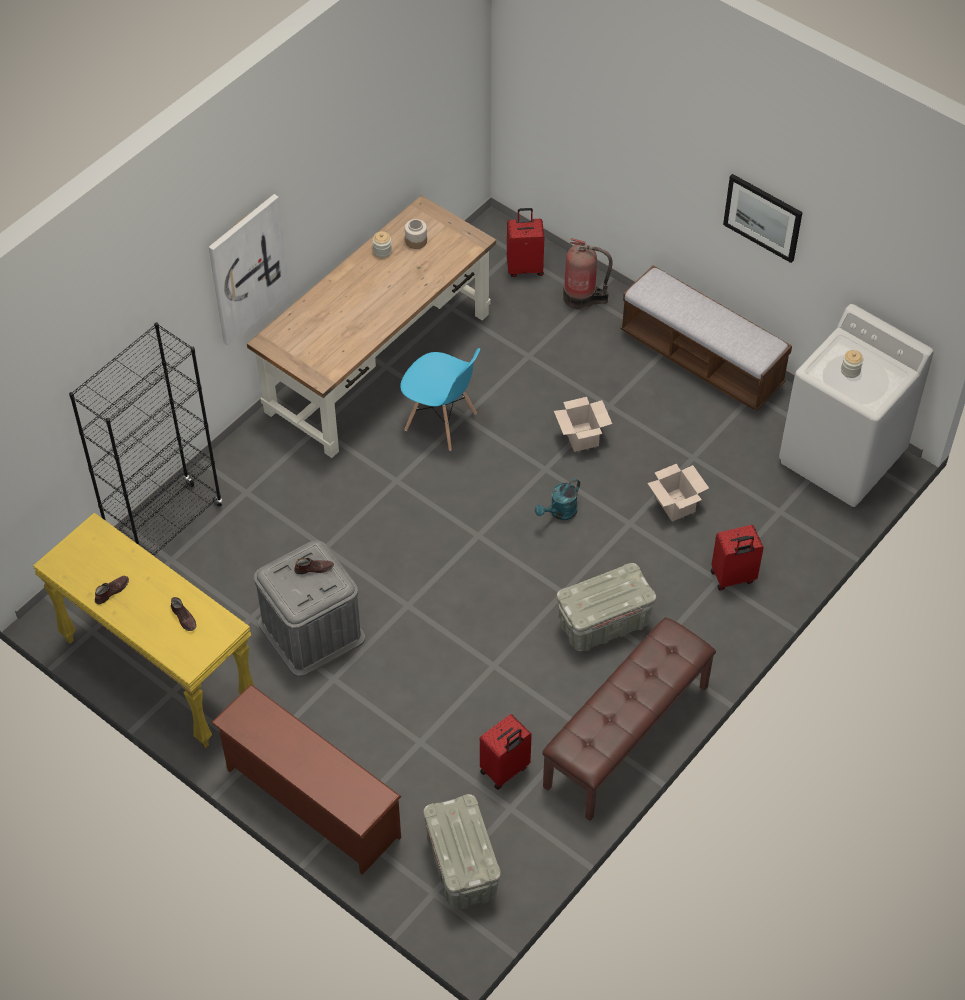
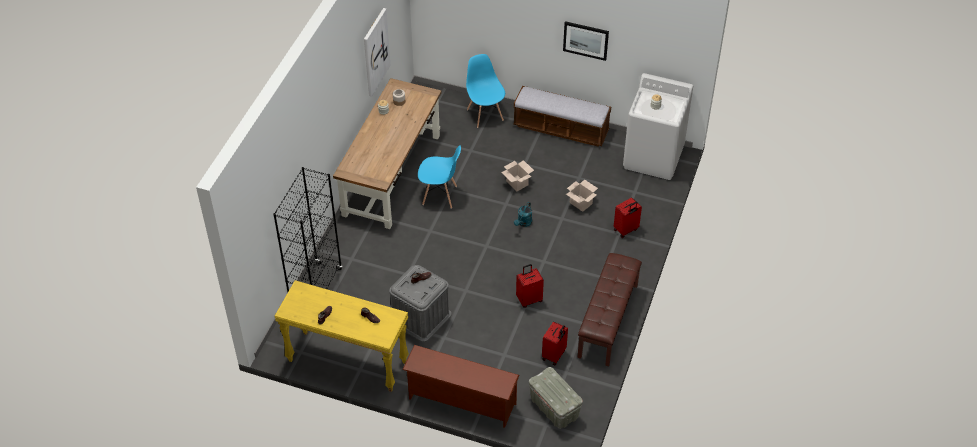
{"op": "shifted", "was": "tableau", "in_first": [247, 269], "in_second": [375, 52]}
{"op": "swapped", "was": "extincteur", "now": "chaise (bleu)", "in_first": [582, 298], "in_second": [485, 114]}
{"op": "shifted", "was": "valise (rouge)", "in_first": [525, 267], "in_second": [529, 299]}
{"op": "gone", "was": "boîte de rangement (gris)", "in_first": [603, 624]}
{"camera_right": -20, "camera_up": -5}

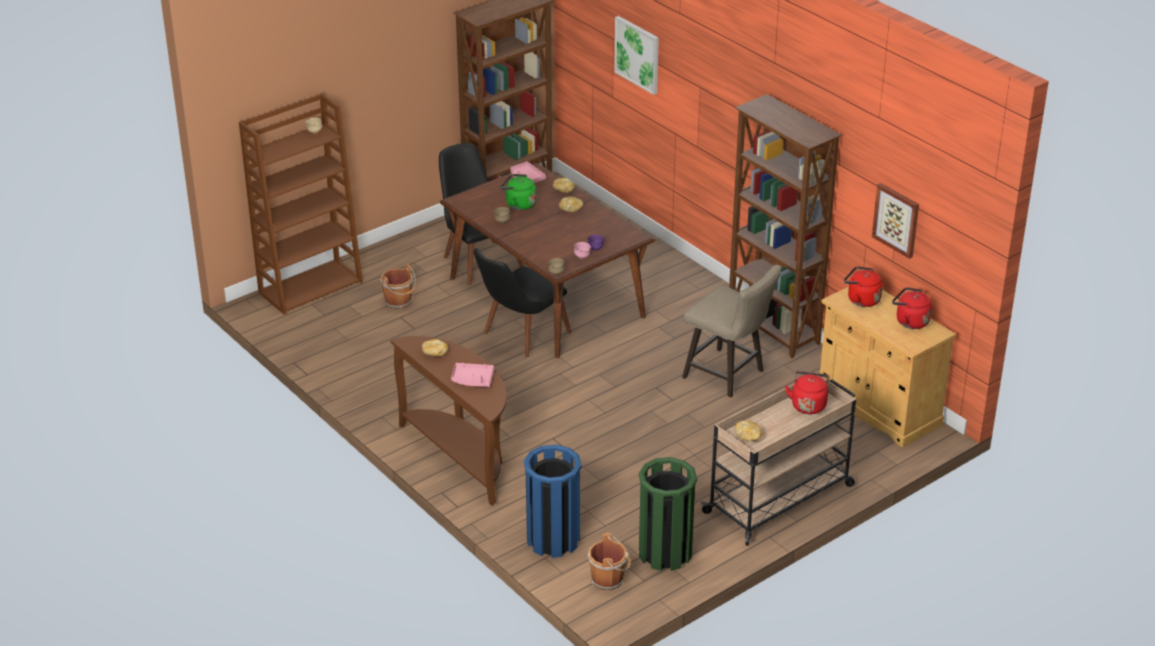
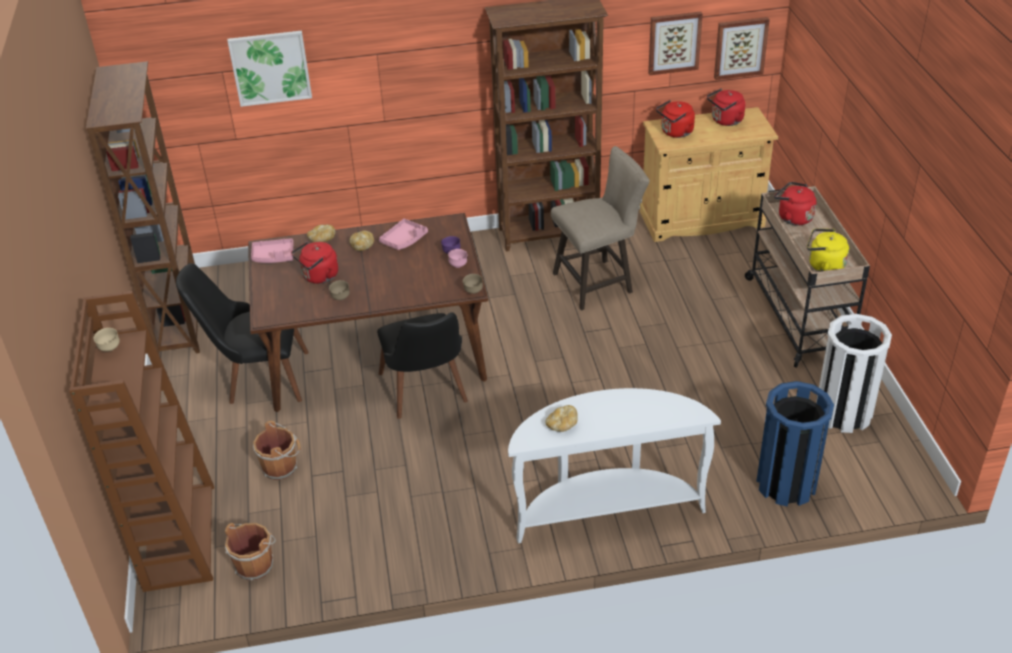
{"op": "shifted", "was": "seau (marron)", "in_first": [609, 579], "in_second": [255, 564]}
{"op": "repainted", "was": "bouilloire (vert)", "now": "bouilloire (rouge)", "in_first": [518, 204], "in_second": [318, 277]}
{"op": "shifted", "was": "plateau (rose)", "in_first": [473, 380], "in_second": [404, 240]}
{"op": "repainted", "was": "table console (marron)", "now": "table console (blanc)", "in_first": [461, 456], "in_second": [606, 508]}
{"op": "new", "now": "tableau", "in_second": [740, 47]}
{"op": "swapped", "was": "pain", "now": "bouilloire (jaune)", "in_first": [748, 436], "in_second": [823, 265]}
{"op": "repainted", "was": "poubelle (vert)", "now": "poubelle (blanc)", "in_first": [665, 553], "in_second": [843, 413]}
{"camera_right": -60, "camera_up": 5}

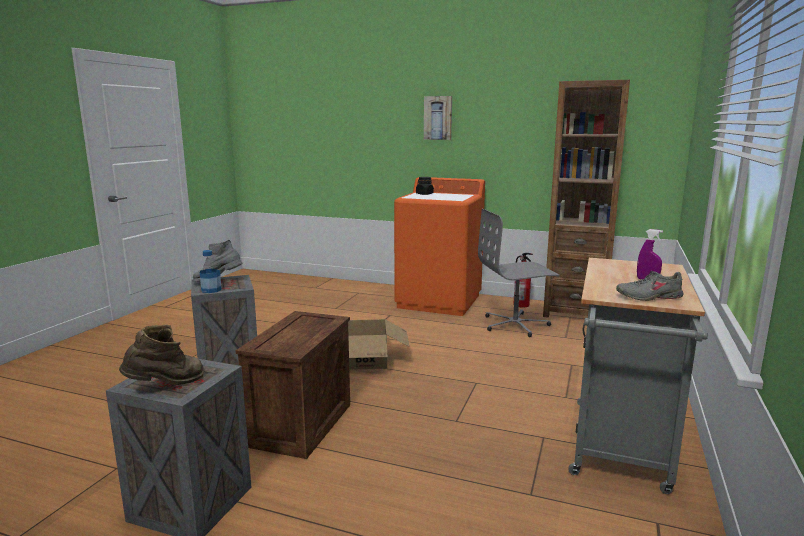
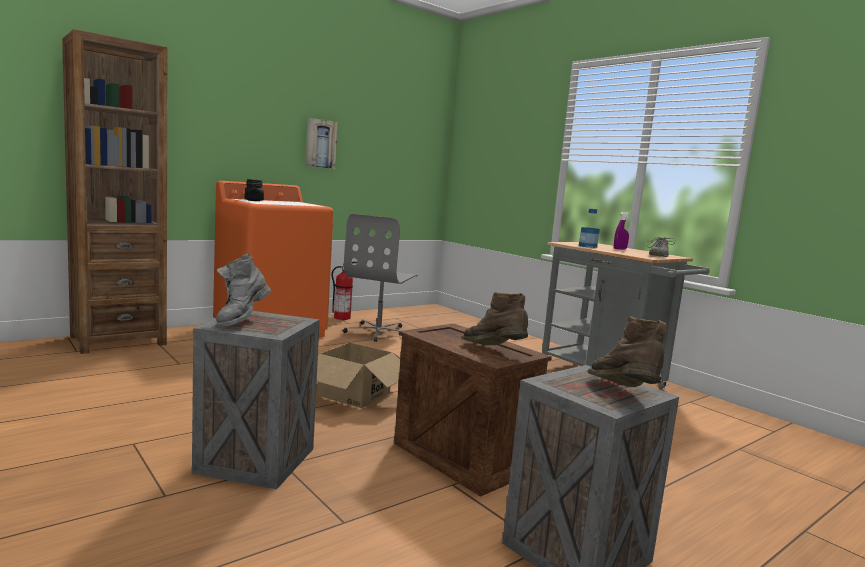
{"op": "shifted", "was": "bibliothèque (marron)", "in_first": [575, 312], "in_second": [118, 340]}
{"op": "shifted", "was": "tableau", "in_first": [438, 118], "in_second": [320, 143]}
{"op": "new", "now": "botte (marron)", "in_second": [494, 351]}
{"op": "shifted", "was": "bouteille", "in_first": [211, 290], "in_second": [587, 246]}
{"camera_right": -60, "camera_up": -5}

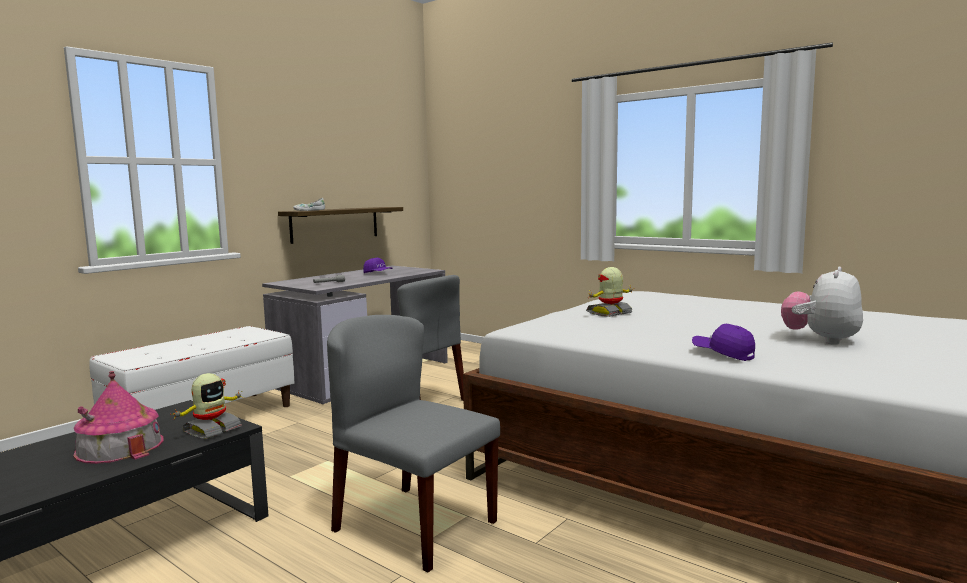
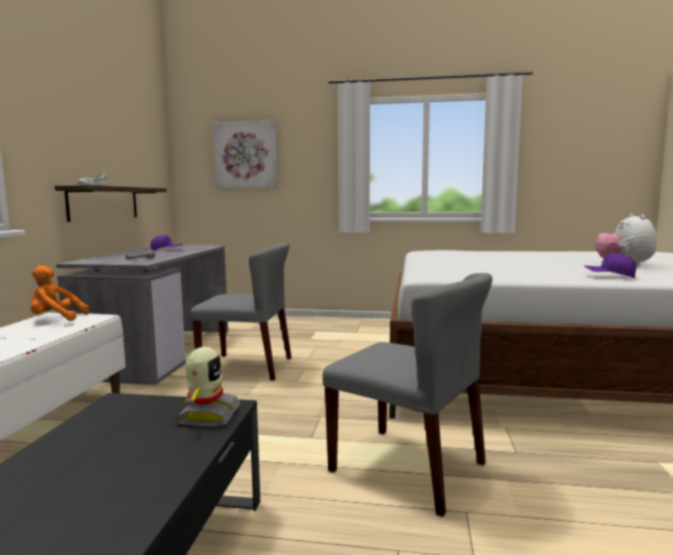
{"op": "new", "now": "peluche (orange)", "in_second": [55, 319]}
{"op": "new", "now": "tableau", "in_second": [246, 155]}
{"op": "rotated", "was": "chaise (gris)", "in_first": [413, 525], "in_second": [409, 467], "clockwise": -150}
{"op": "gone", "was": "maison miniature", "in_first": [120, 446]}
{"op": "gone", "was": "robot jouet", "in_first": [610, 313]}
{"camera_right": -30, "camera_up": 0}

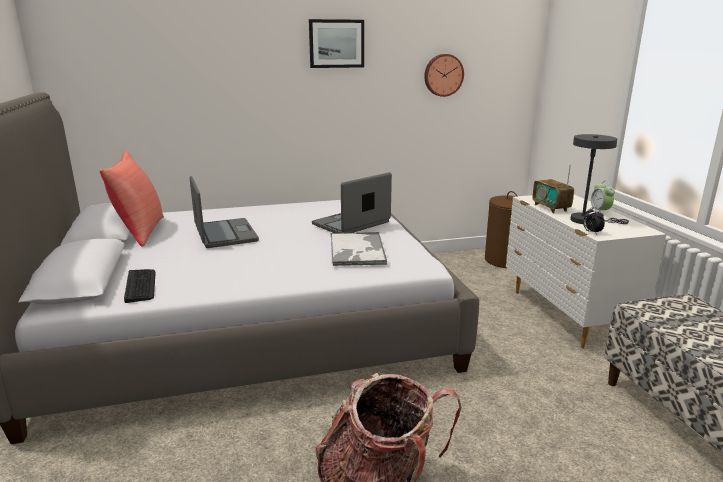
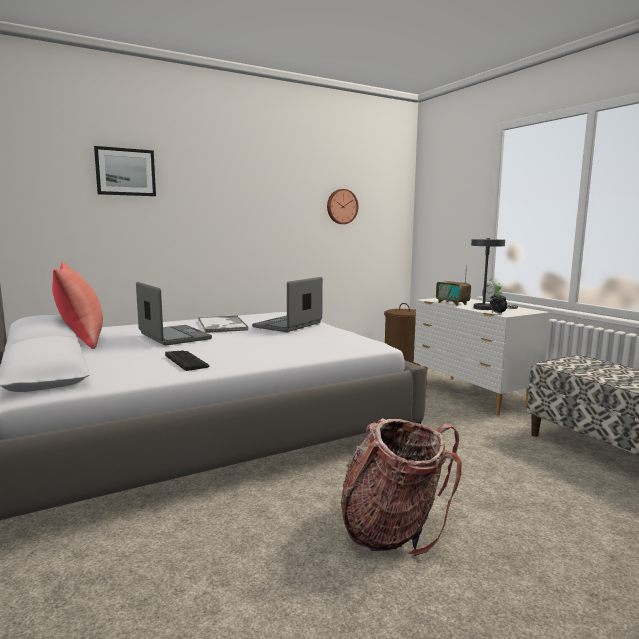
{"op": "shifted", "was": "tableau", "in_first": [336, 43], "in_second": [125, 172]}
{"op": "shifted", "was": "clavier", "in_first": [141, 285], "in_second": [186, 361]}
{"op": "shifted", "was": "plateau", "in_first": [357, 250], "in_second": [222, 325]}
{"camera_right": -15, "camera_up": -10}

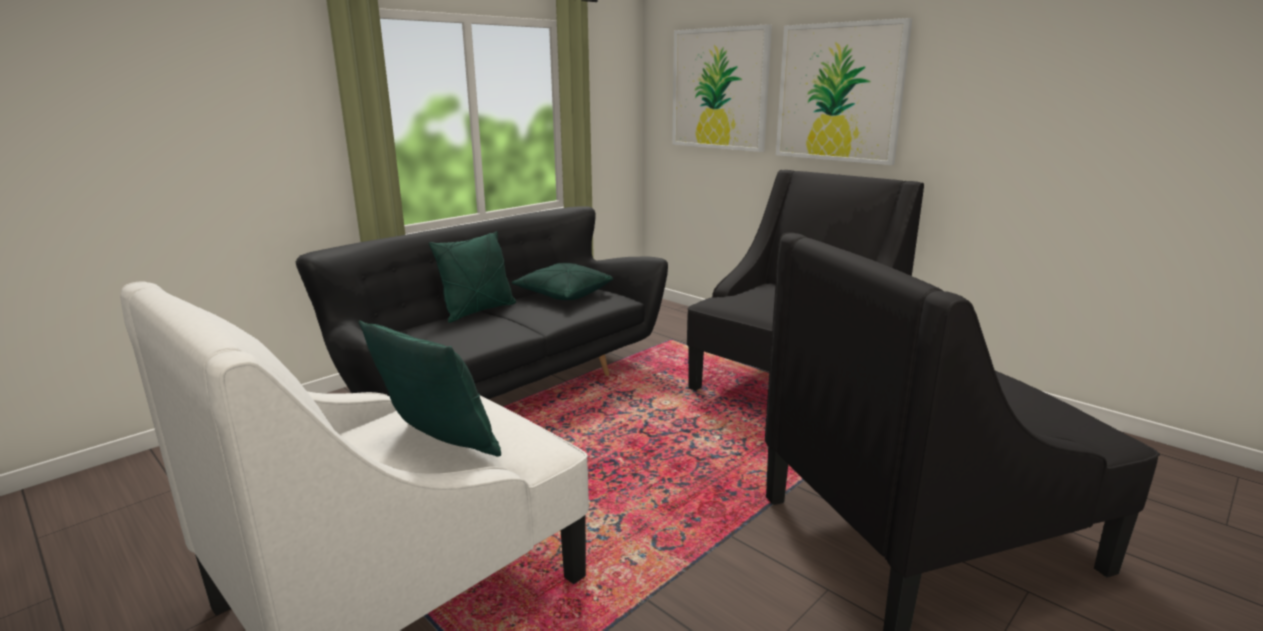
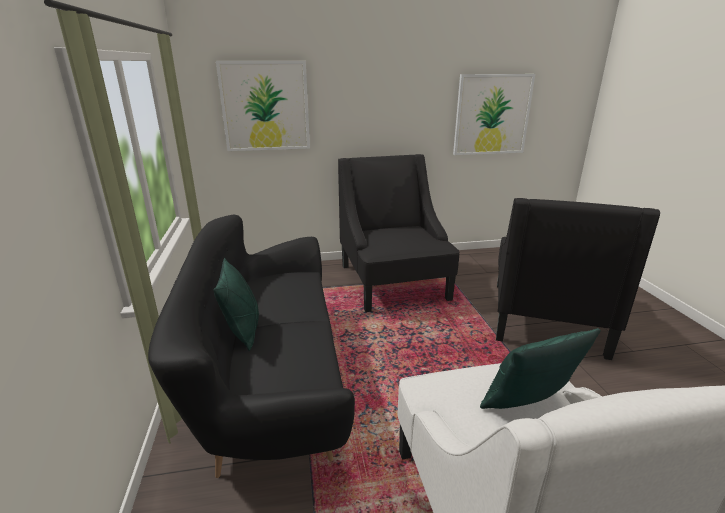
{"op": "shifted", "was": "tableau", "in_first": [839, 93], "in_second": [492, 115]}
{"op": "gone", "was": "coussin (vert)", "in_first": [563, 294]}
{"camera_right": -55, "camera_up": 5}

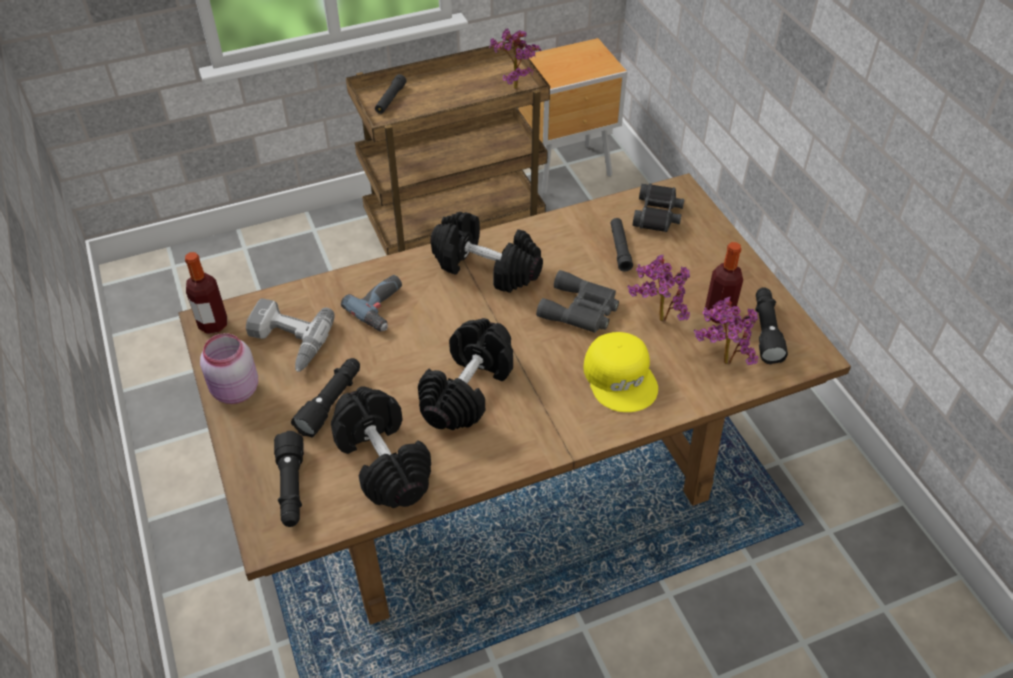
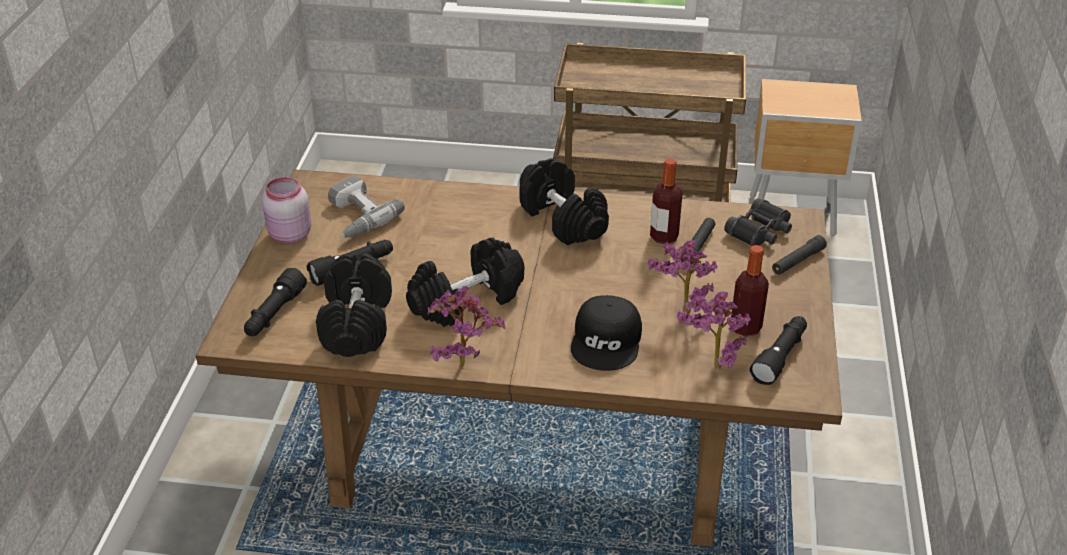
{"op": "shifted", "was": "plante en pot", "in_first": [513, 86], "in_second": [461, 362]}
{"op": "repainted", "was": "casquette (jaune)", "now": "casquette (noir)", "in_first": [621, 377], "in_second": [607, 341]}
{"op": "shifted", "was": "bouteille", "in_first": [213, 324], "in_second": [664, 237]}
{"op": "shifted", "was": "lampe de poche (noir)", "in_first": [390, 99], "in_second": [797, 261]}
{"op": "gone", "was": "perceuse", "in_first": [383, 308]}
{"op": "gone", "was": "jumelles (gris)", "in_first": [581, 310]}
{"camera_right": 30, "camera_up": -10}

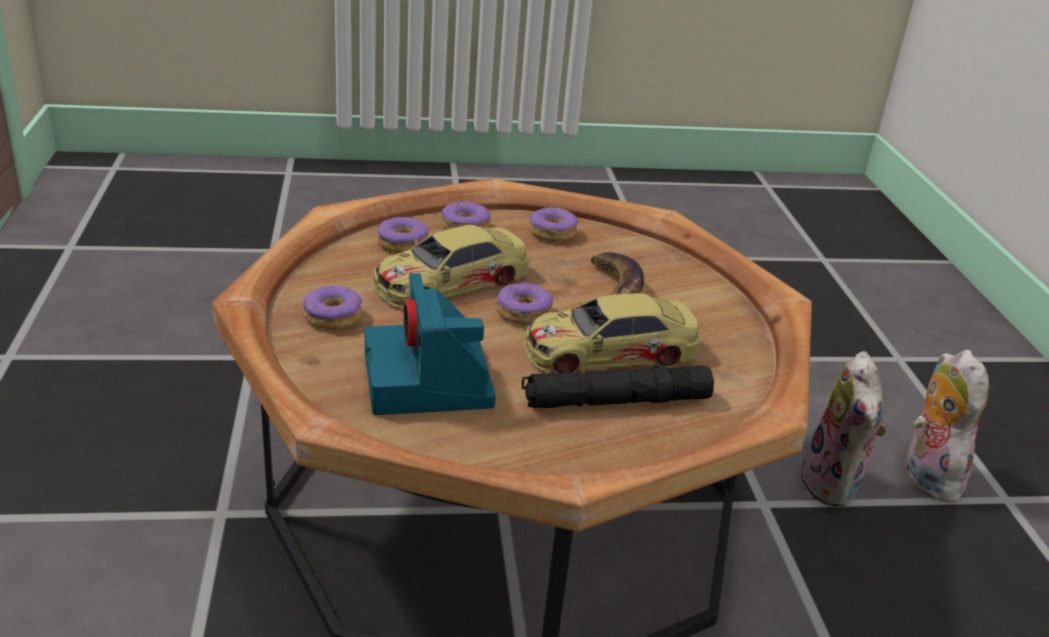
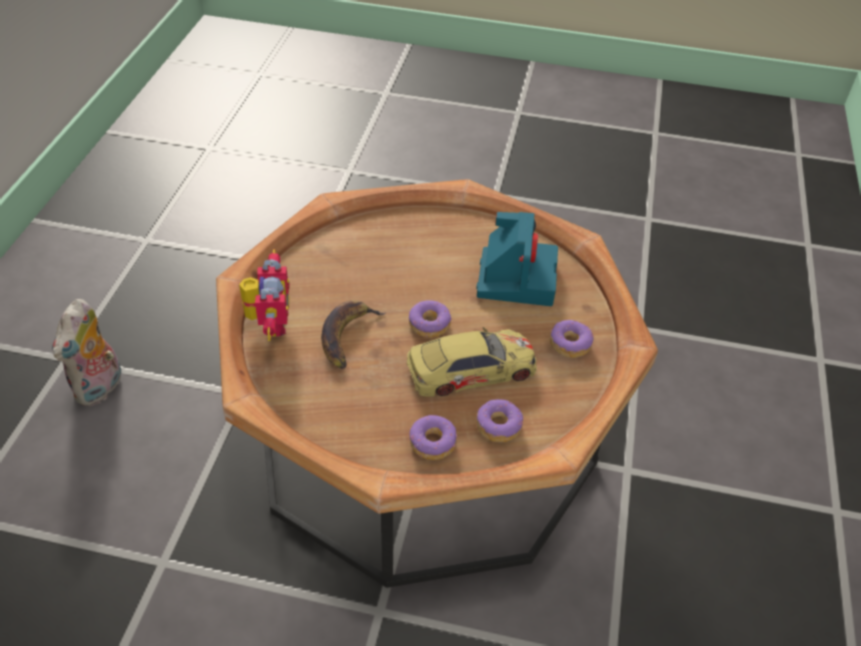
{"op": "new", "now": "robot jouet", "in_second": [268, 323]}
{"op": "gone", "was": "lampe de poche (noir)", "in_first": [615, 401]}
{"op": "gone", "was": "petite voiture", "in_first": [609, 350]}
{"op": "gone", "was": "beignet", "in_first": [552, 233]}
{"op": "gone", "was": "peluche", "in_first": [834, 486]}
{"camera_right": -160, "camera_up": 15}

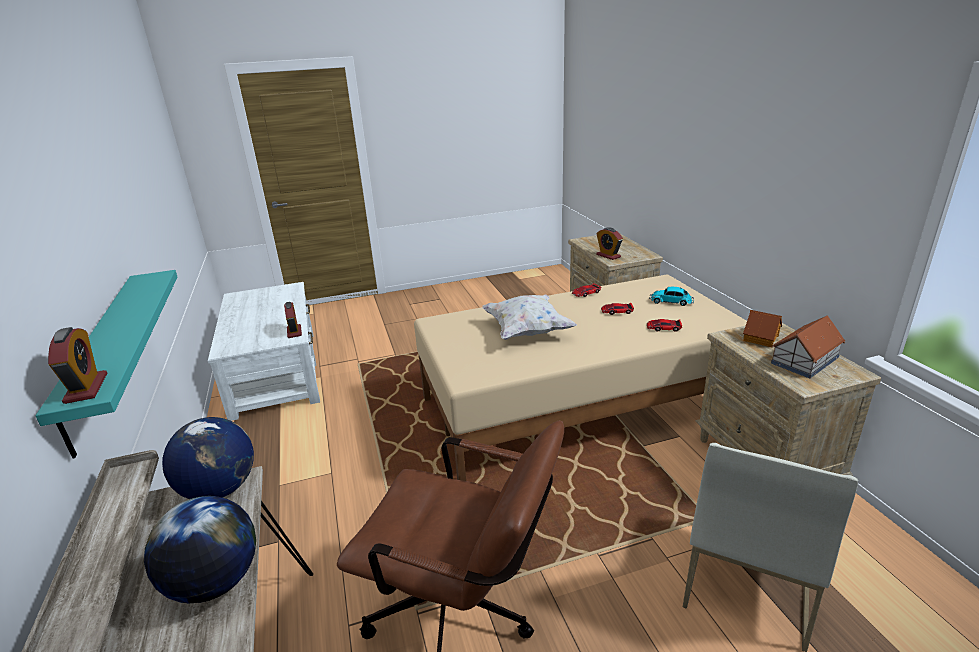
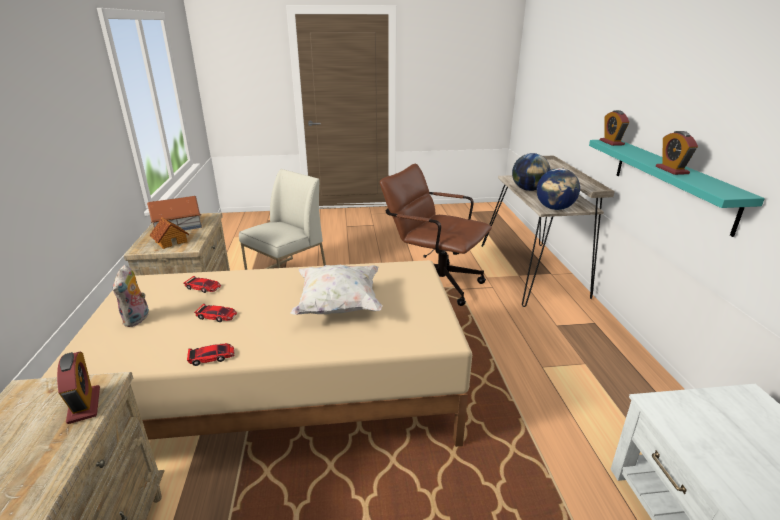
{"op": "swapped", "was": "petite voiture", "now": "peluche", "in_first": [672, 302], "in_second": [137, 319]}
{"op": "shifted", "was": "réveil", "in_first": [294, 332], "in_second": [672, 170]}
{"camera_right": -170, "camera_up": 0}

